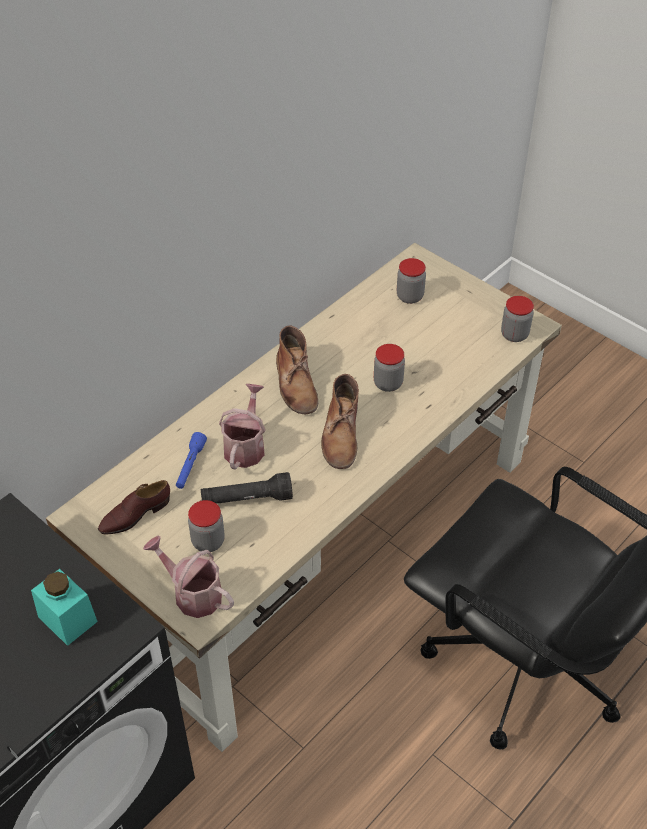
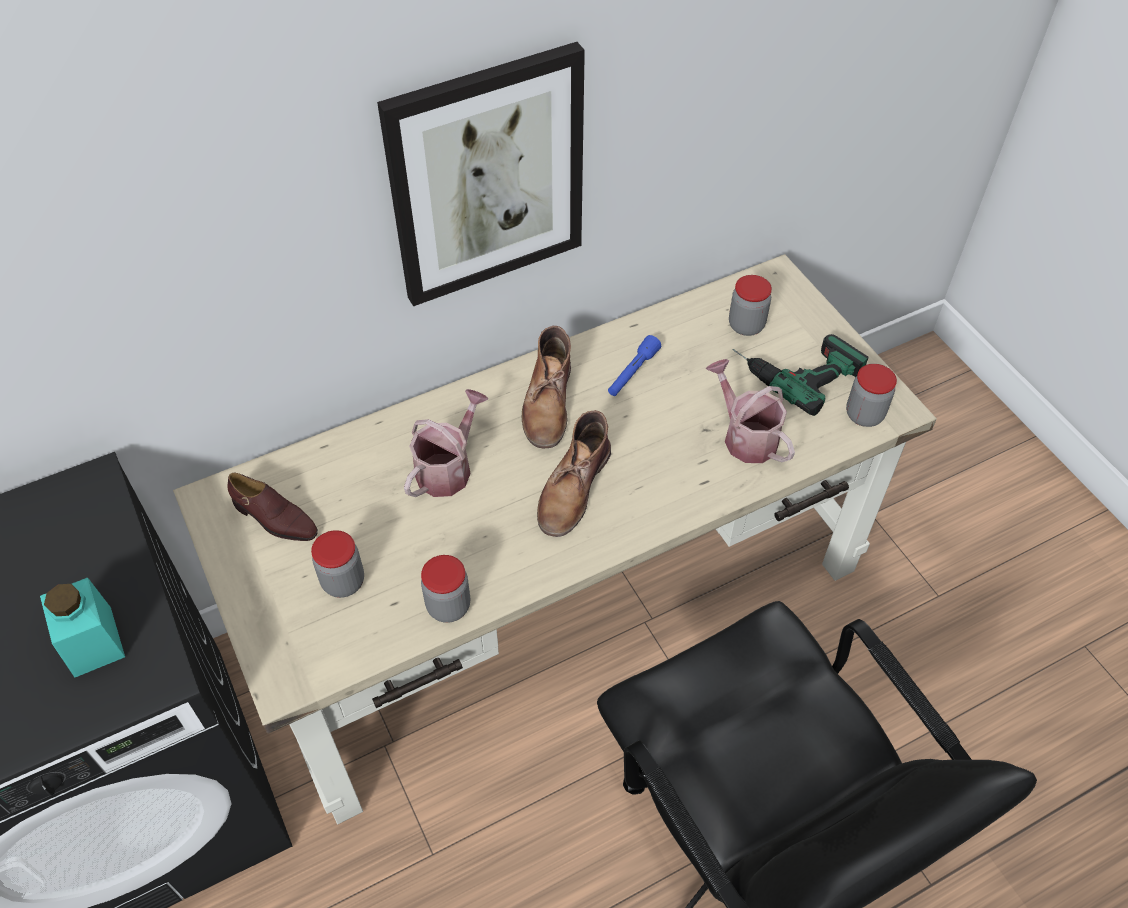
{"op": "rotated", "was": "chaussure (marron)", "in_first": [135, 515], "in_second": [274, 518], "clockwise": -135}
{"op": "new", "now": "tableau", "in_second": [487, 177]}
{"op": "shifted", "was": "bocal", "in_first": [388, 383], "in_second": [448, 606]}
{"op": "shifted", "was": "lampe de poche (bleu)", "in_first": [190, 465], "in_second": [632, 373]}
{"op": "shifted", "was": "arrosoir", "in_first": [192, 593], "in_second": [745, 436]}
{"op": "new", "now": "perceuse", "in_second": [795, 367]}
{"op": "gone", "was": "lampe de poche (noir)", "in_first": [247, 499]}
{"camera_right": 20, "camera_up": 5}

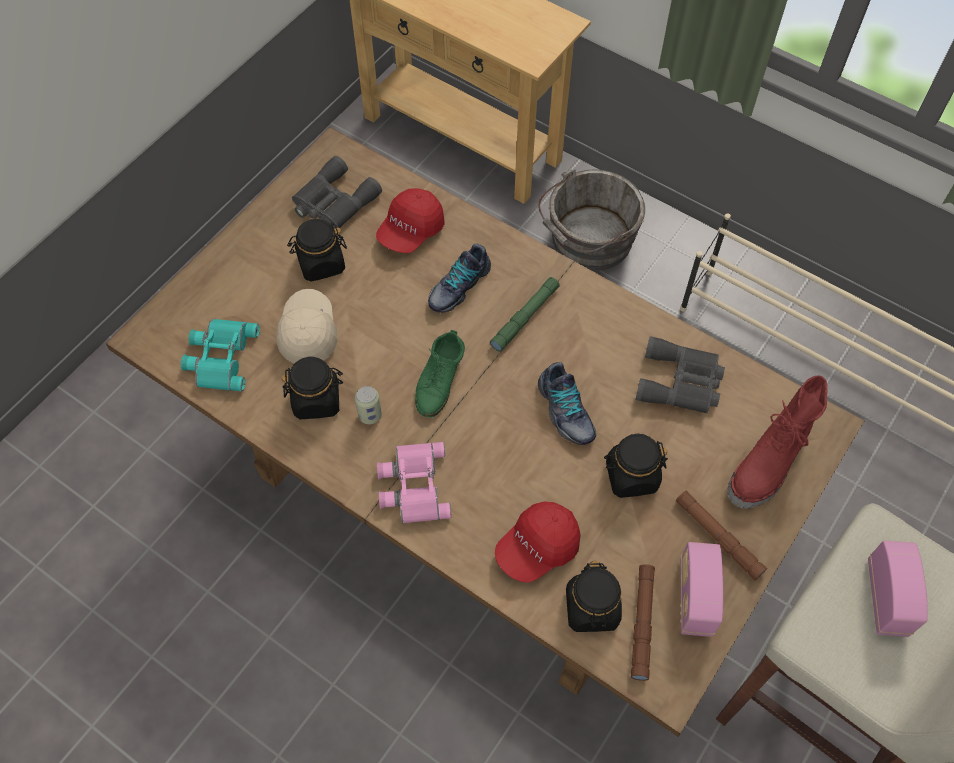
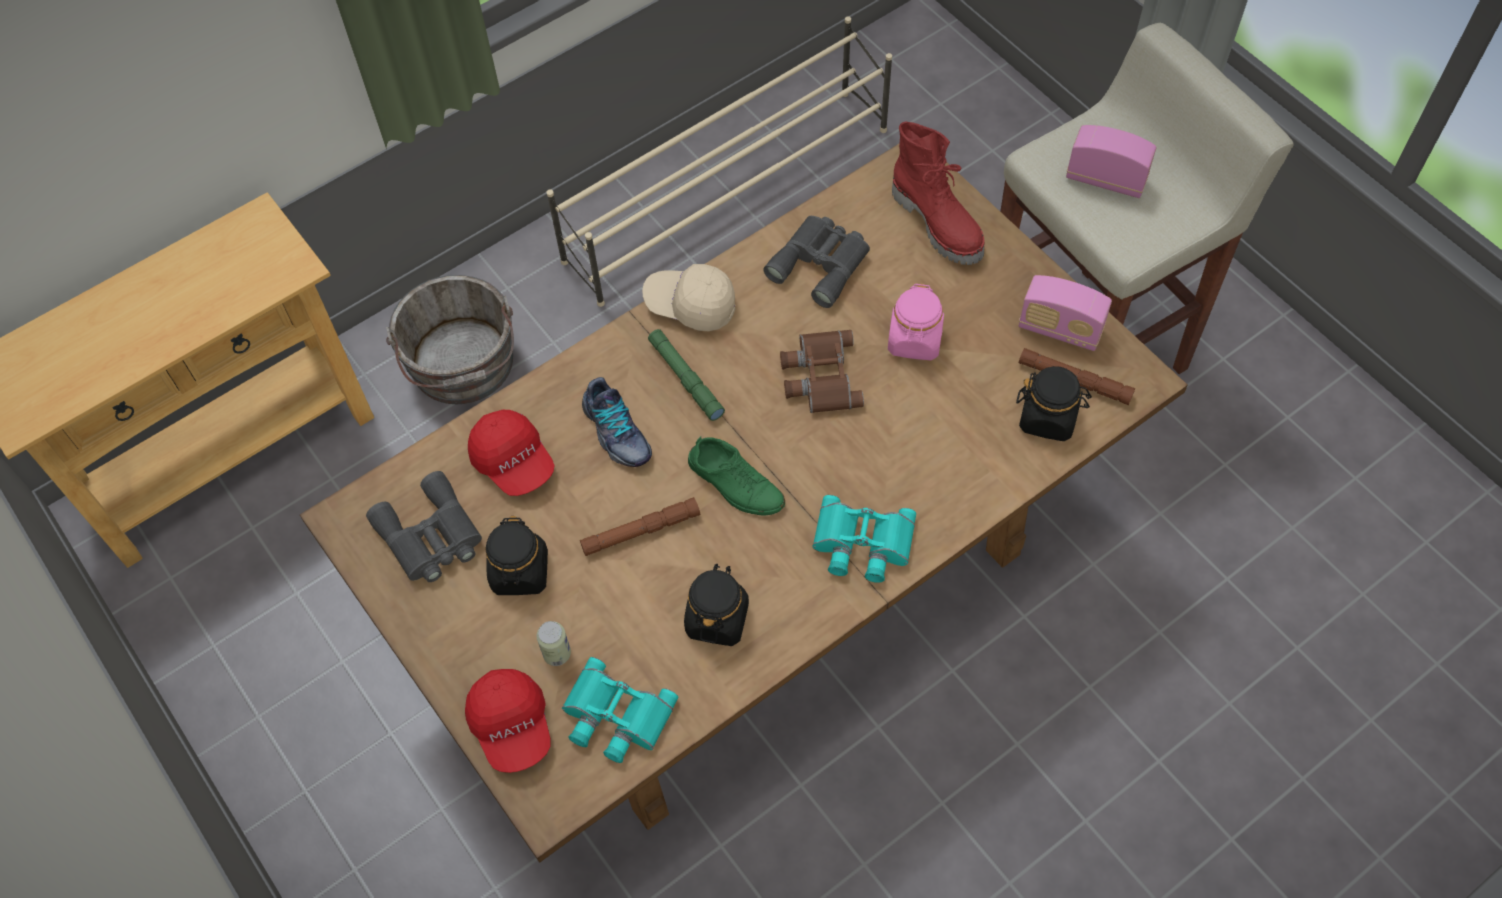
{"op": "shifted", "was": "casquette (rouge)", "in_first": [537, 548], "in_second": [512, 726]}
{"op": "shifted", "was": "boîte métallique", "in_first": [370, 415], "in_second": [557, 653]}
{"op": "shifted", "was": "lampe de poche (marron)", "in_first": [718, 537], "in_second": [641, 531]}
{"op": "shifted", "was": "casquette (beige)", "in_first": [308, 333], "in_second": [691, 305]}
{"op": "swapped", "was": "chaussure", "now": "jumelles (marron)", "in_first": [564, 411], "in_second": [819, 376]}
{"op": "repainted", "was": "jumelles (rose)", "now": "jumelles (turquoise)", "in_first": [412, 485], "in_second": [861, 544]}
{"op": "repainted", "was": "bocal (noir)", "now": "bocal (rose)", "in_first": [631, 476], "in_second": [914, 340]}
{"camera_right": -70, "camera_up": 0}

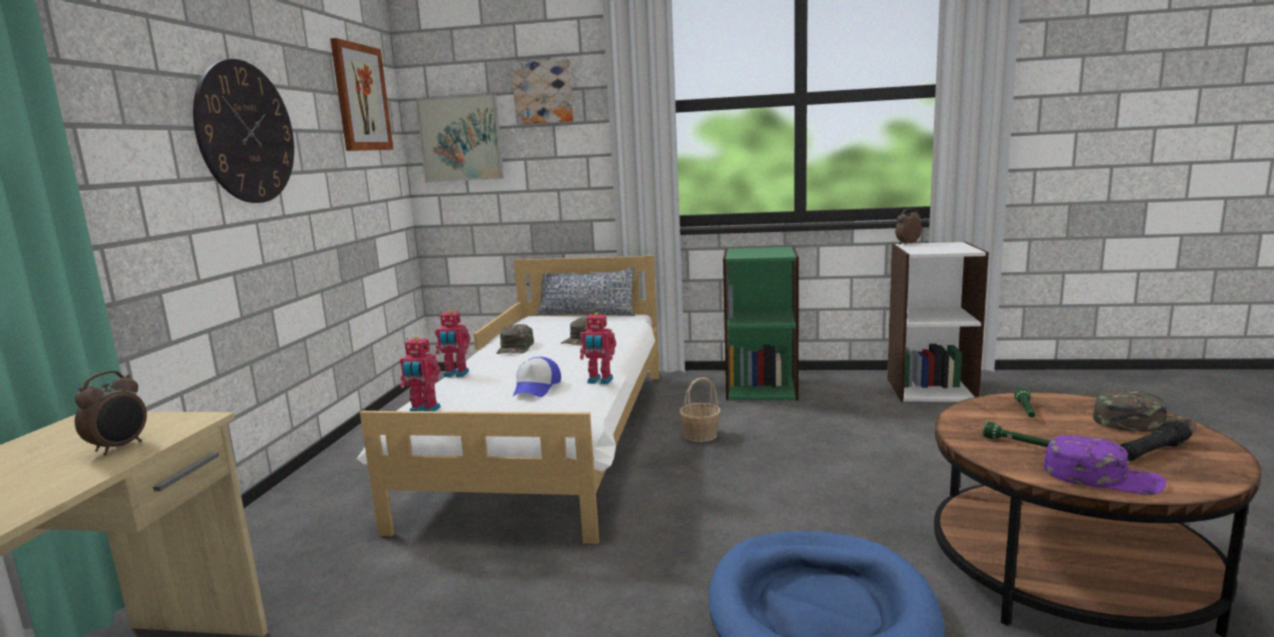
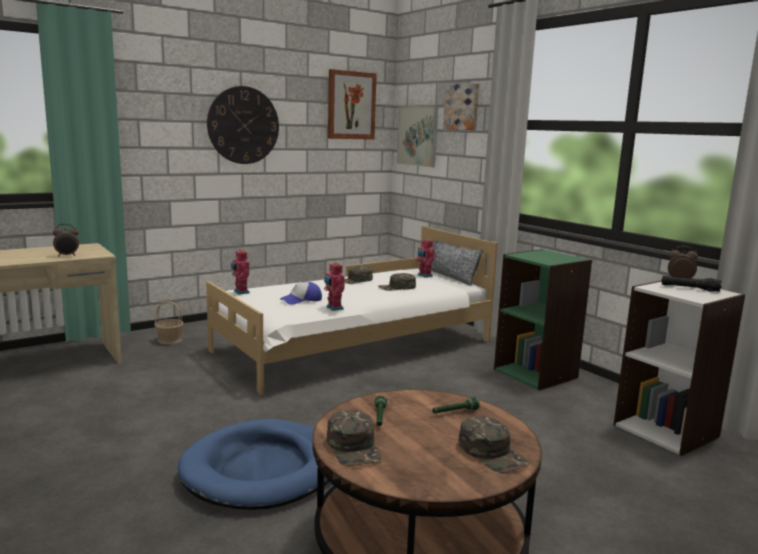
{"op": "shifted", "was": "panier", "in_first": [700, 435], "in_second": [169, 340]}
{"op": "repainted", "was": "casquette (violet)", "now": "casquette (vert)", "in_first": [1101, 477], "in_second": [354, 447]}
{"op": "shifted", "was": "robot jouet", "in_first": [456, 374], "in_second": [424, 275]}
{"op": "shifted", "was": "lampe de poche (noir)", "in_first": [1152, 451], "in_second": [689, 288]}
{"camera_right": 45, "camera_up": 0}

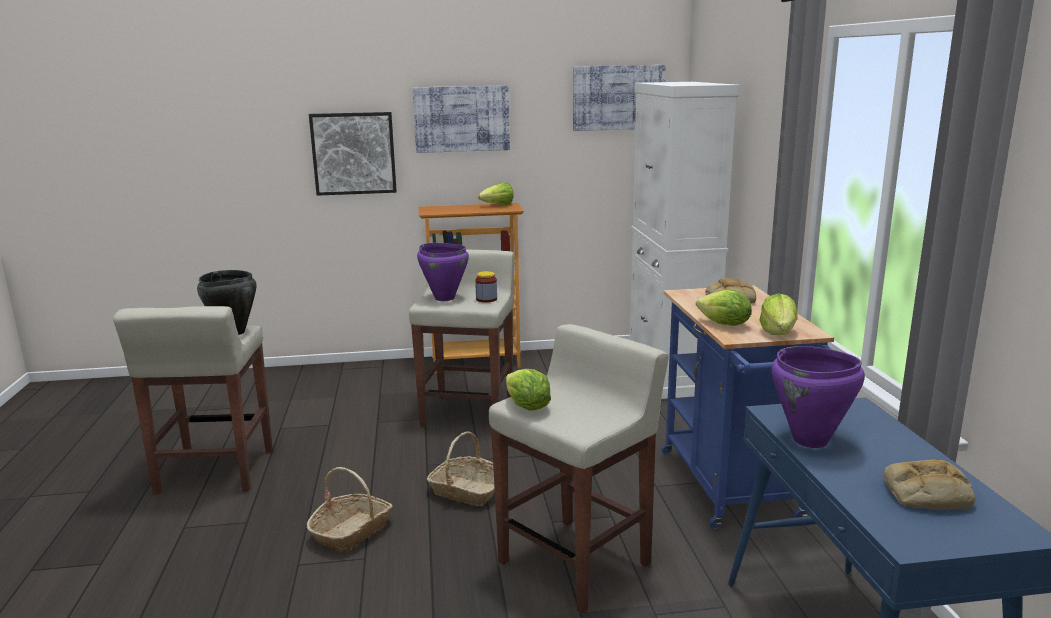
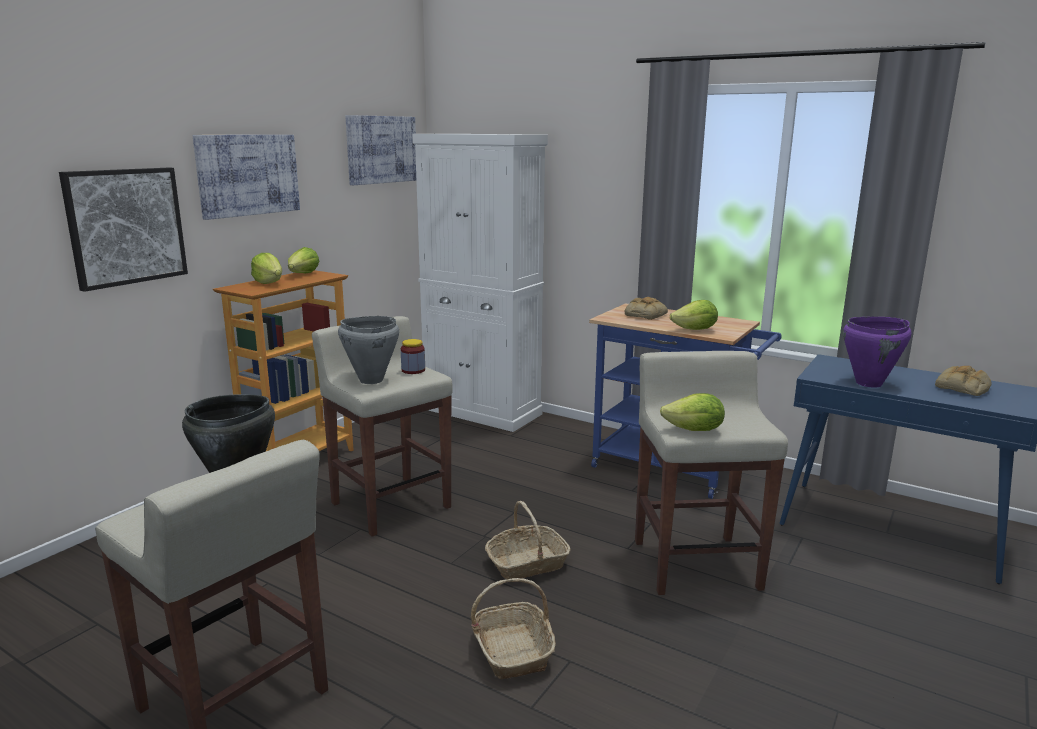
{"op": "shifted", "was": "laitue", "in_first": [778, 333], "in_second": [269, 283]}
{"op": "repainted", "was": "marmite (violet)", "now": "marmite (gris)", "in_first": [444, 298], "in_second": [370, 380]}
{"camera_right": -50, "camera_up": 0}

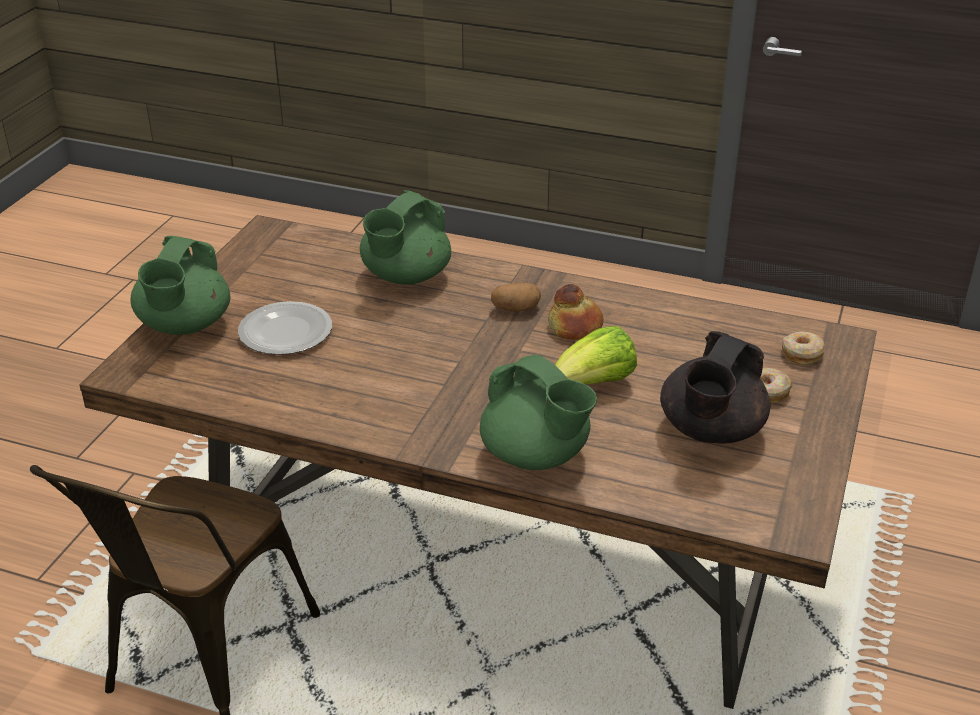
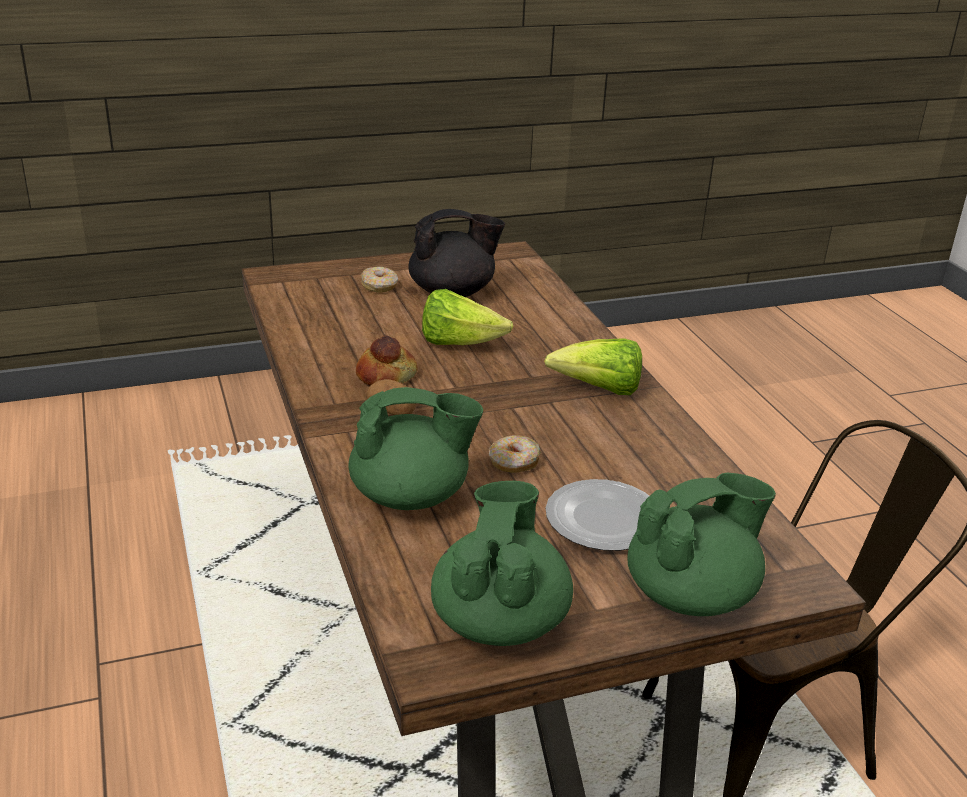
{"op": "shifted", "was": "théière (vert)", "in_first": [536, 455], "in_second": [499, 620]}
{"op": "shifted", "was": "beignet", "in_first": [801, 354], "in_second": [514, 462]}
{"op": "new", "now": "laitue", "in_second": [599, 390]}
{"camera_right": -130, "camera_up": -5}

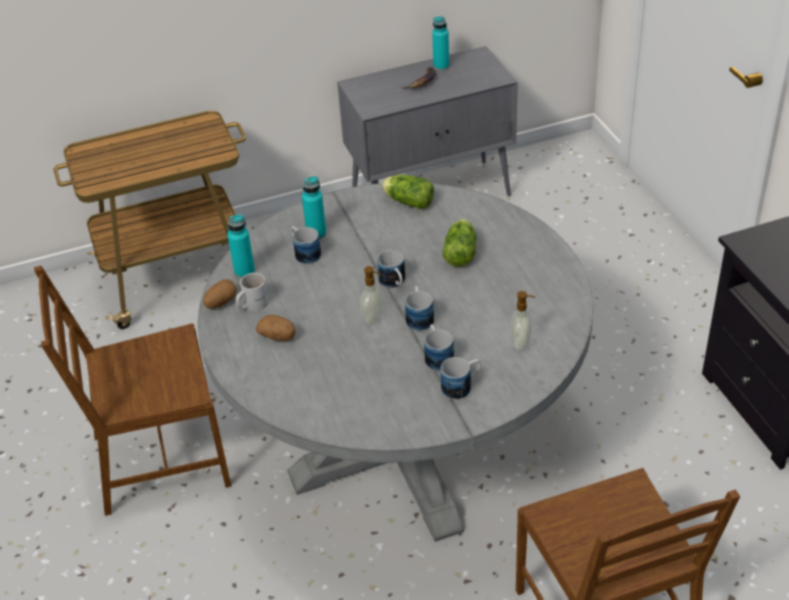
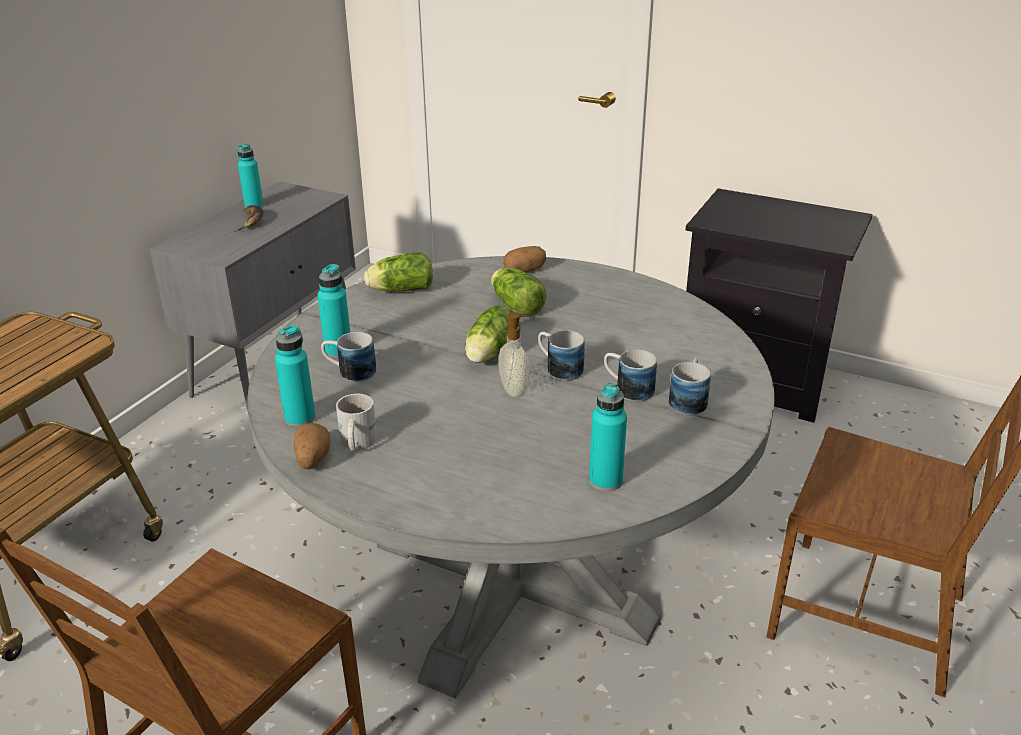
{"op": "swapped", "was": "mug", "now": "laitue", "in_first": [394, 283], "in_second": [490, 354]}
{"op": "shifted", "was": "pomme de terre", "in_first": [278, 336], "in_second": [524, 271]}
{"op": "new", "now": "bouteille (turquoise)", "in_second": [605, 481]}
{"op": "gone", "was": "distributeur de savon", "in_first": [521, 343]}
{"camera_right": -45, "camera_up": -10}

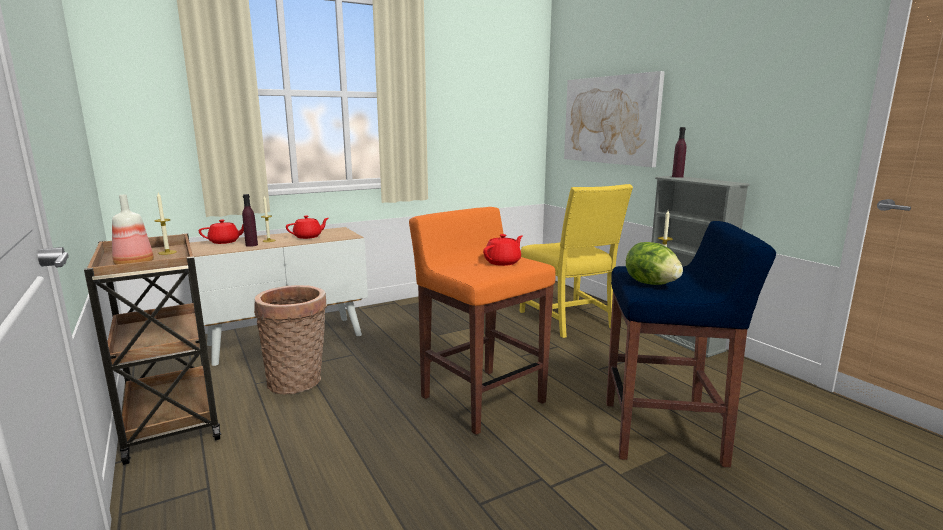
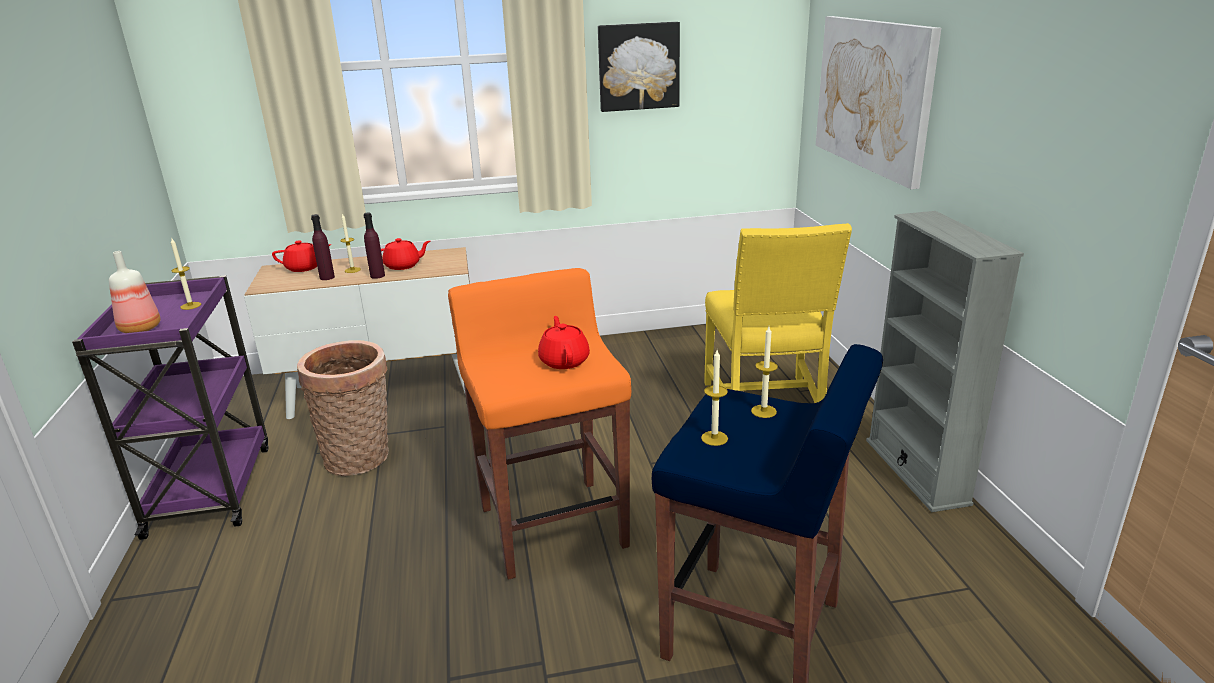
{"op": "repainted", "was": "chariot (marron)", "now": "chariot (violet)", "in_first": [171, 418], "in_second": [211, 488]}
{"op": "shifted", "was": "bouteille (violet)", "in_first": [677, 176], "in_second": [377, 276]}
{"op": "rotated", "was": "théière (rouge)", "in_first": [503, 262], "in_second": [564, 360], "clockwise": -75}
{"op": "new", "now": "tableau", "in_second": [638, 66]}
{"op": "swapped", "was": "laitue", "now": "bougie", "in_first": [651, 284], "in_second": [714, 438]}
{"camera_right": 20, "camera_up": 10}

